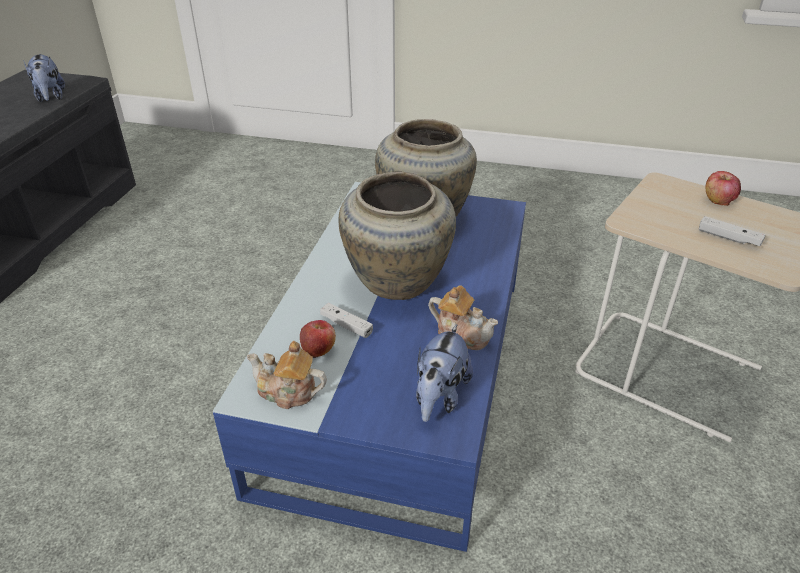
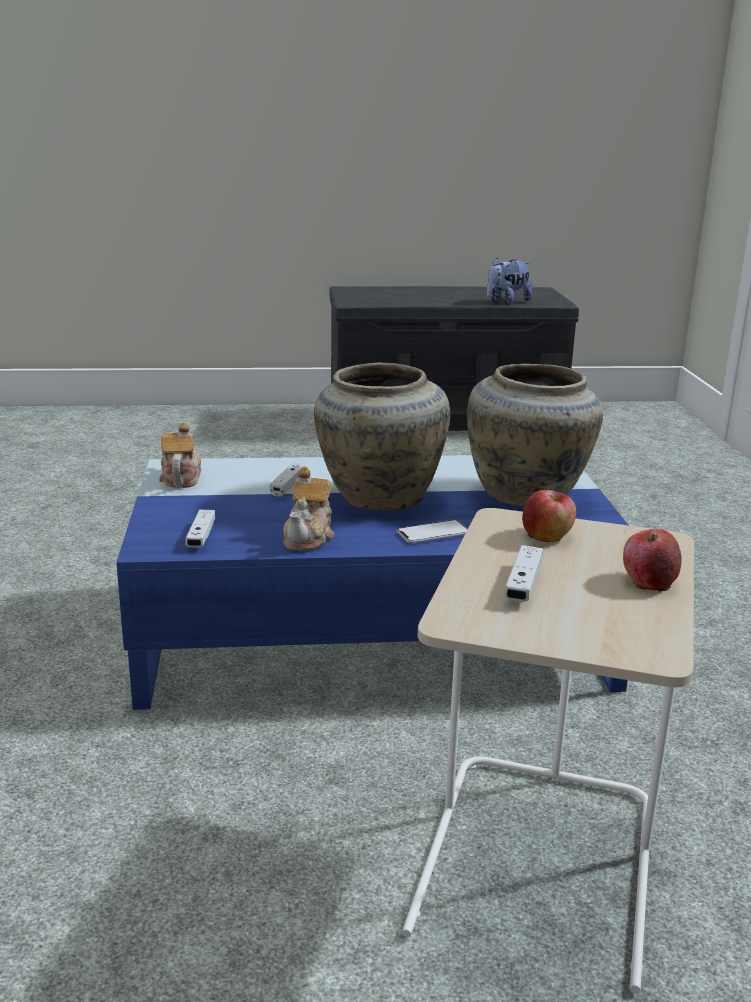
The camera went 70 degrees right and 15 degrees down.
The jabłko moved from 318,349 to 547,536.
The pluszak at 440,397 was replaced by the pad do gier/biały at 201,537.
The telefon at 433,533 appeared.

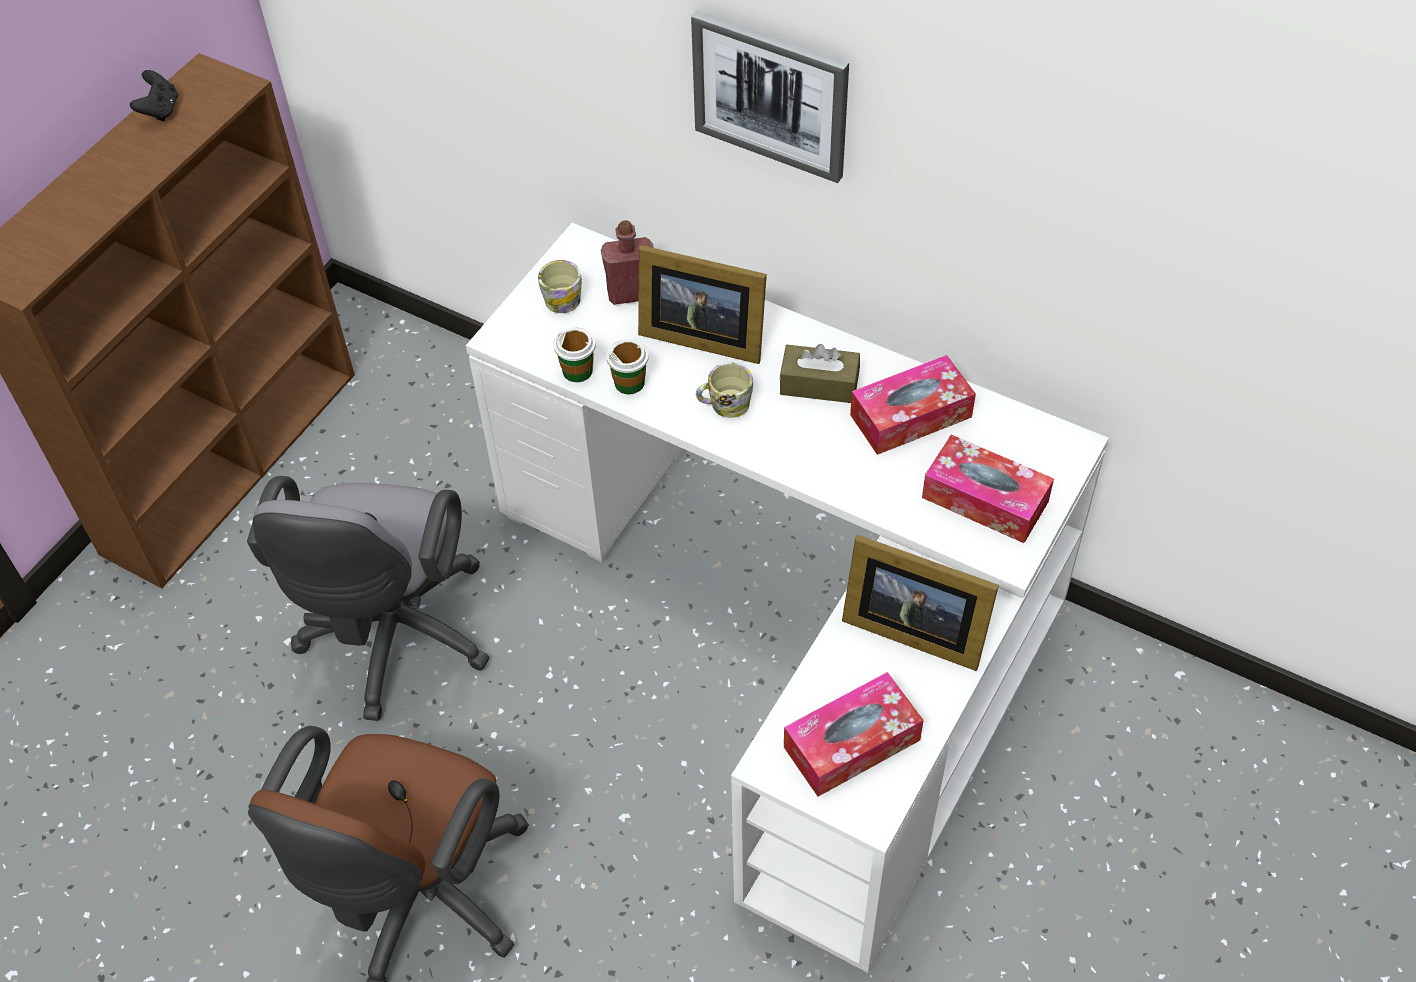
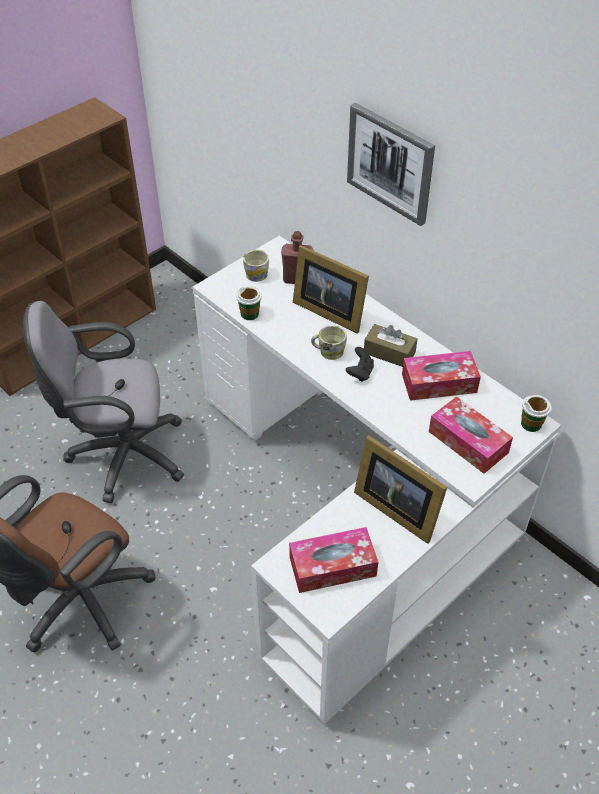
The camera went 15 degrees right and 5 degrees down.
The pad do gier/czarny moved from 160,110 to 360,373.
The filiżanka moved from 629,382 to 531,424.
The krzesło biurowe/szary at 393,641 turned 60 degrees clockwise.

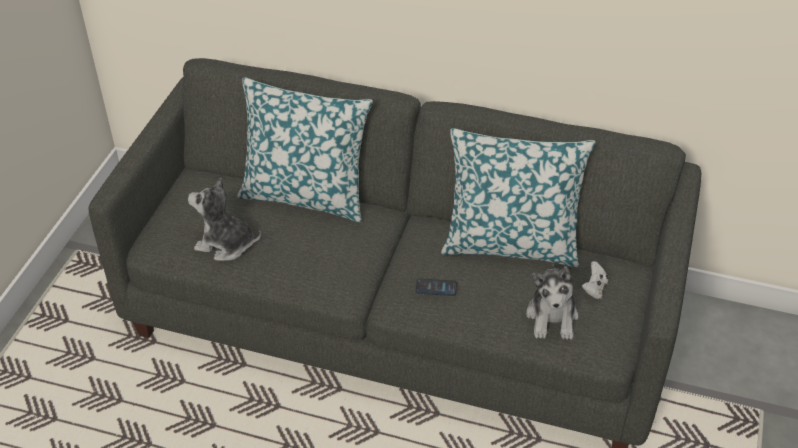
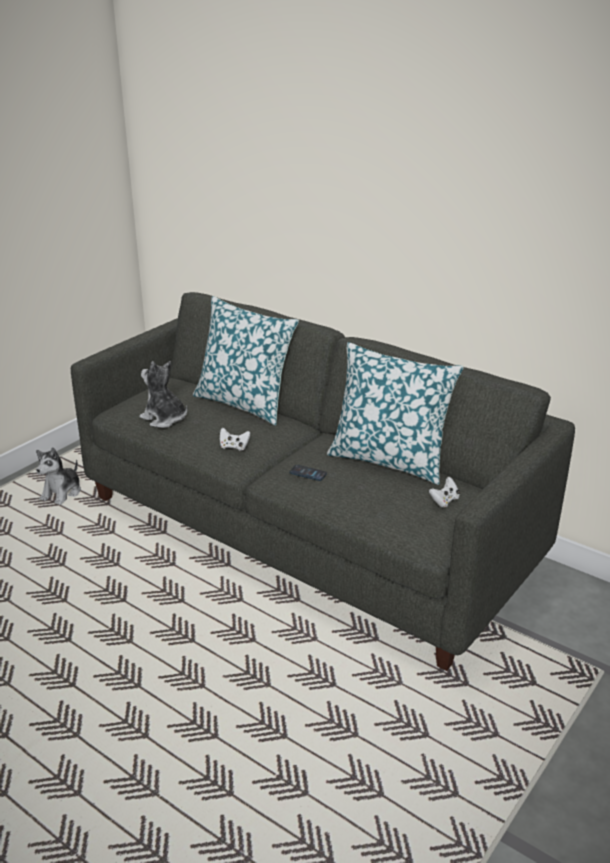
The camera went 20 degrees right and 15 degrees down.
The pluszak moved from 552,317 to 62,493.
The pad do gier/biały at 234,447 appeared.

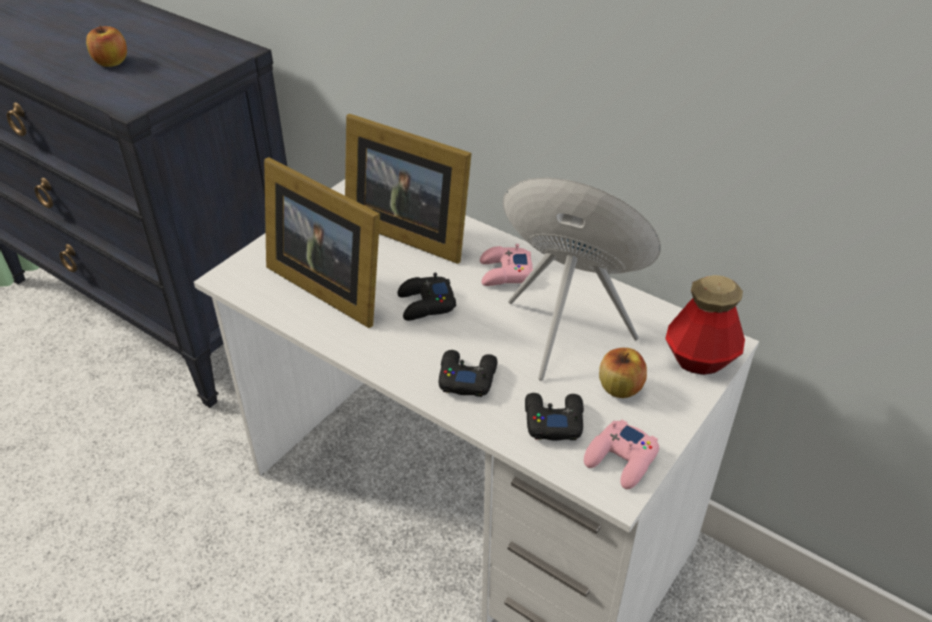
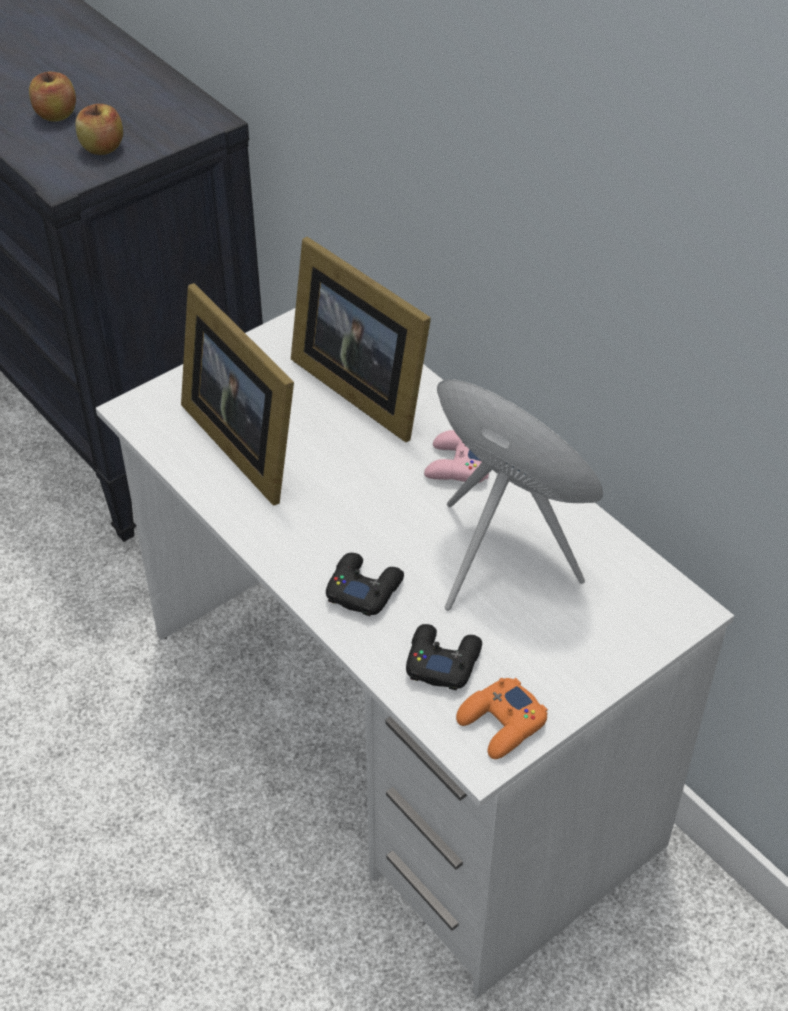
The camera went 15 degrees right and 5 degrees up.
The pad do gier/czarny at 425,304 disappeared.
The butelka at 699,360 disappeared.
The jabłko moved from 620,388 to 102,148.
The pad do gier/różowy at 621,460 became the pad do gier/pomarańczowy at 501,724.

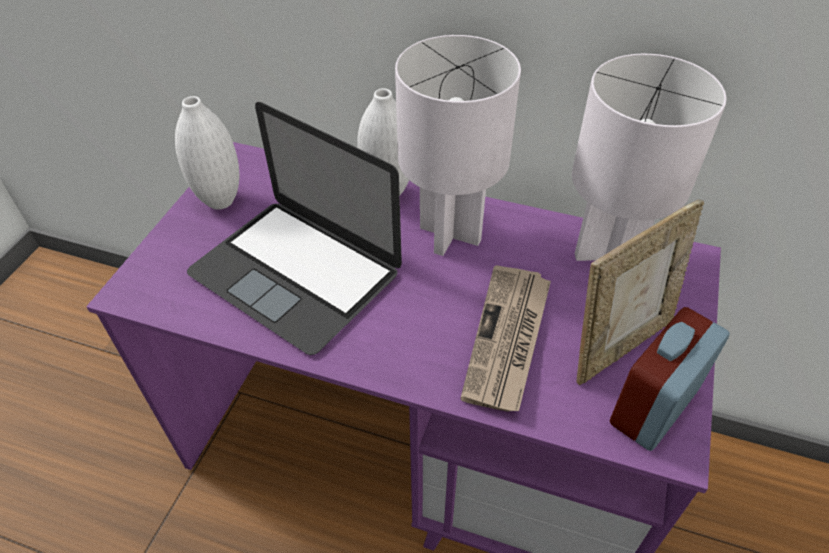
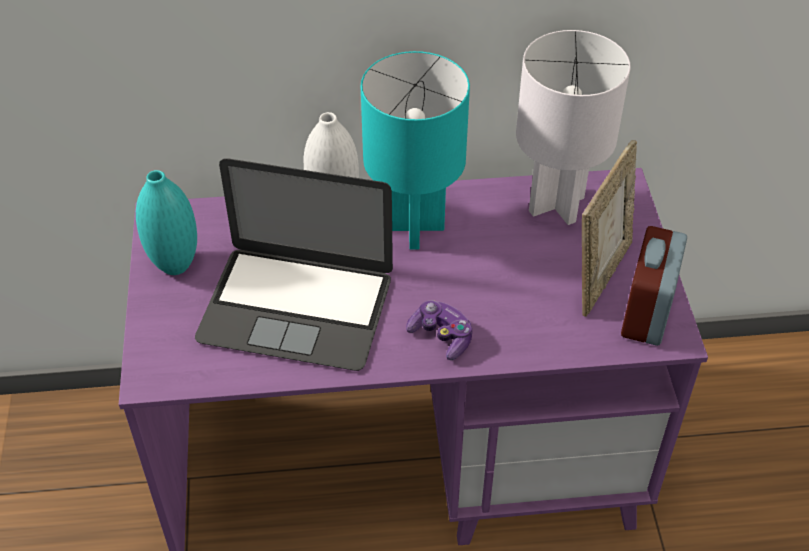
The camera went 25 degrees left and 0 degrees up.
The lampa stołowa/biały at 449,233 became the lampa stołowa/turkusowy at 413,226.
The wazon/biały at 220,201 became the wazon/turkusowy at 175,265.
The gazeta at 508,339 disappeared.
The pad do gier at 441,336 appeared.

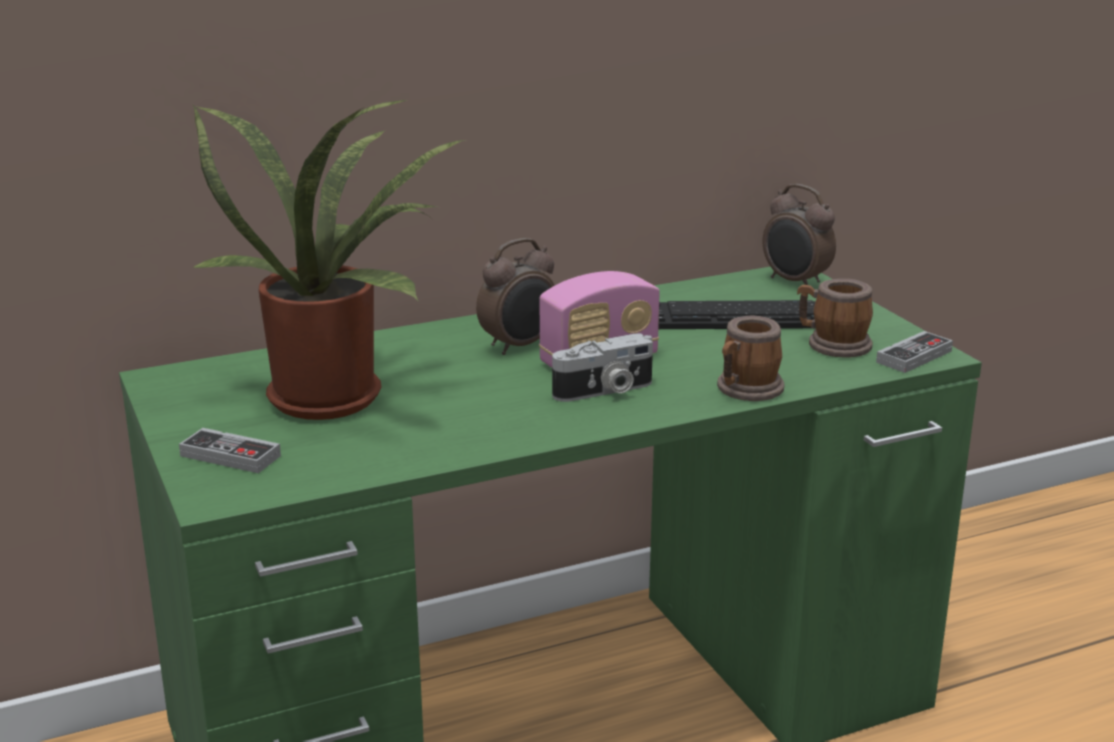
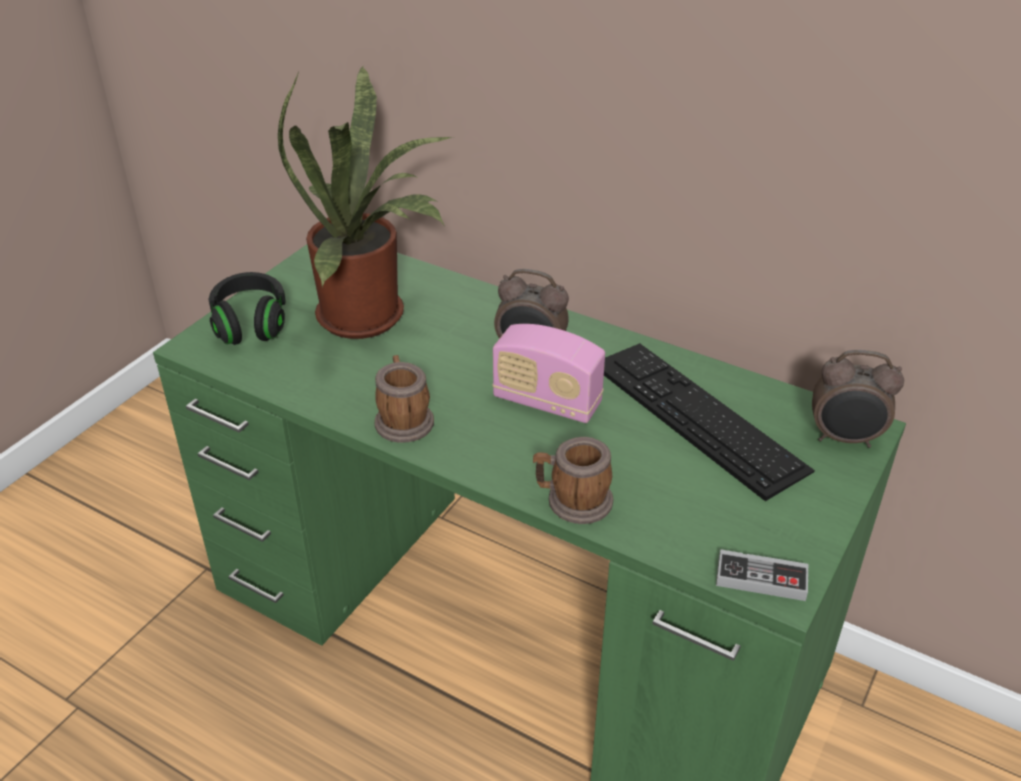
The camera went 55 degrees right and 15 degrees up.
The budzik at 795,282 turned 90 degrees counterclockwise.
The kubek moved from 832,345 to 403,419.
The aparat fotograficzny at 605,391 disappeared.
The pad do gier at 230,456 was replaced by the słuchawki/czarny at 250,323.

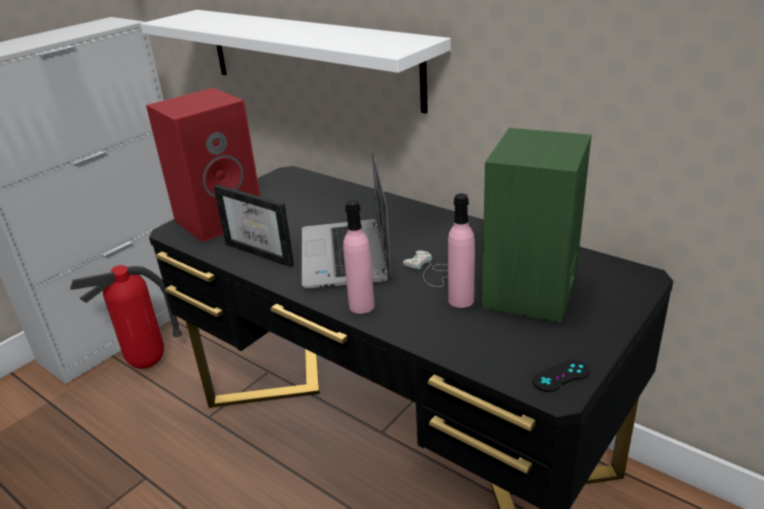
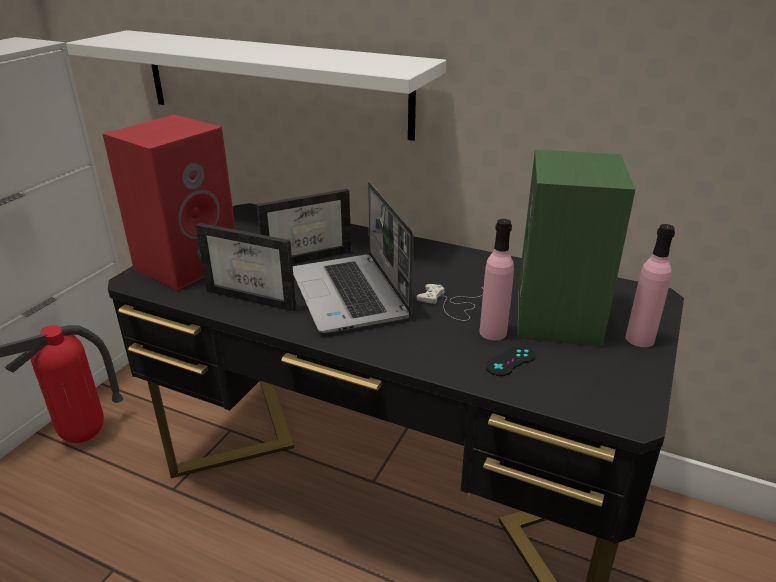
The camera went 15 degrees left and 0 degrees up.
The butelka/różowy moved from 361,306 to 639,339.
The pad do gier/czarny moved from 561,376 to 510,361.
The ramka na zdjęcie at 307,255 appeared.

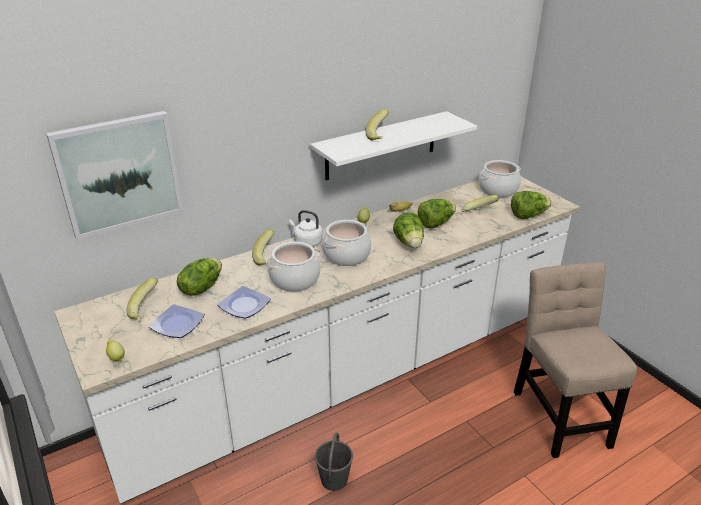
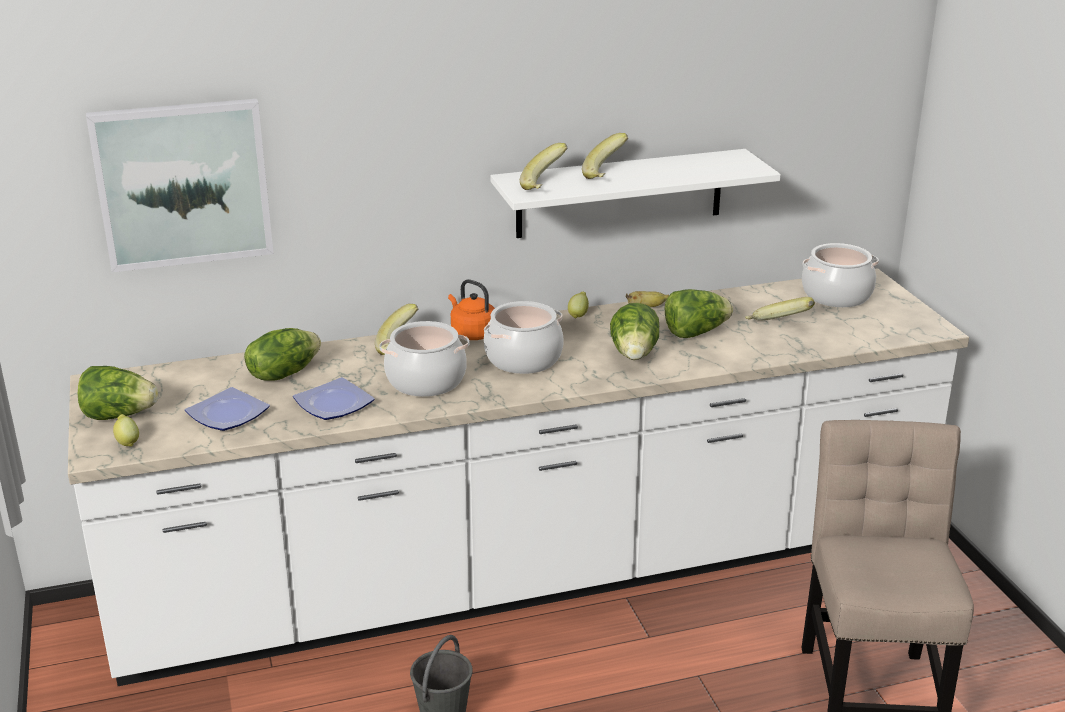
The camera went 15 degrees right and 5 degrees down.
The sałata moved from 528,215 to 119,415.
The czajnik/biały at 307,242 became the czajnik/pomarańczowy at 472,333.
The banan moved from 146,310 to 546,185.

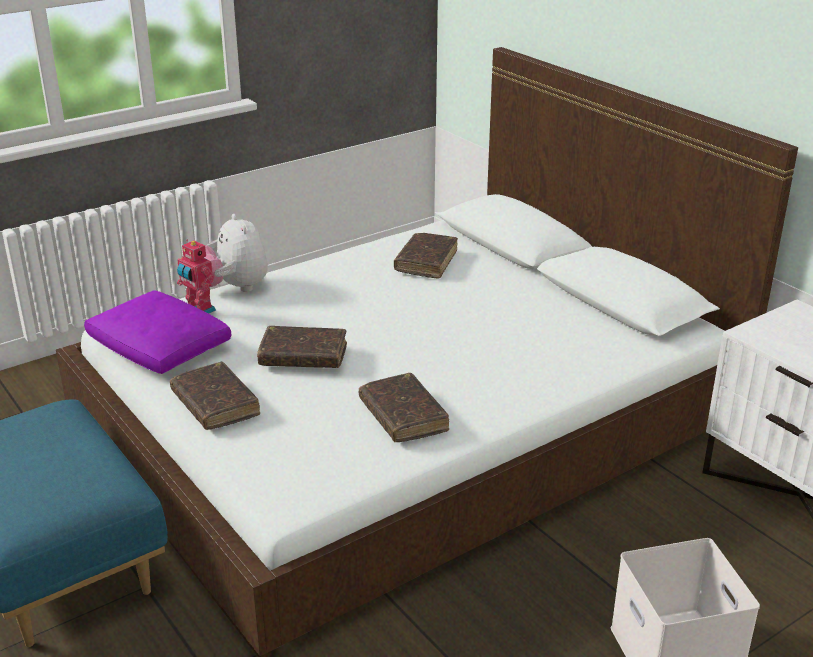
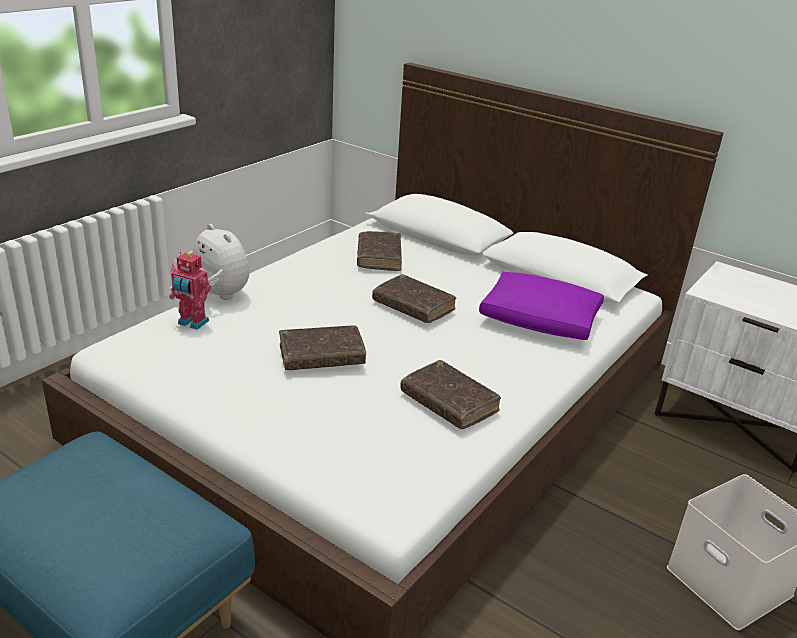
The camera went 20 degrees left and 0 degrees up.
The poduszka/fioletowy moved from 161,348 to 540,320.
The książka/brązowy moved from 215,405 to 413,306.

